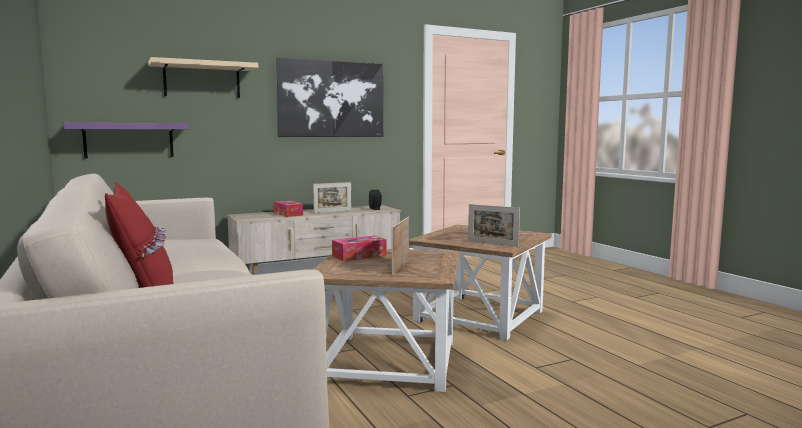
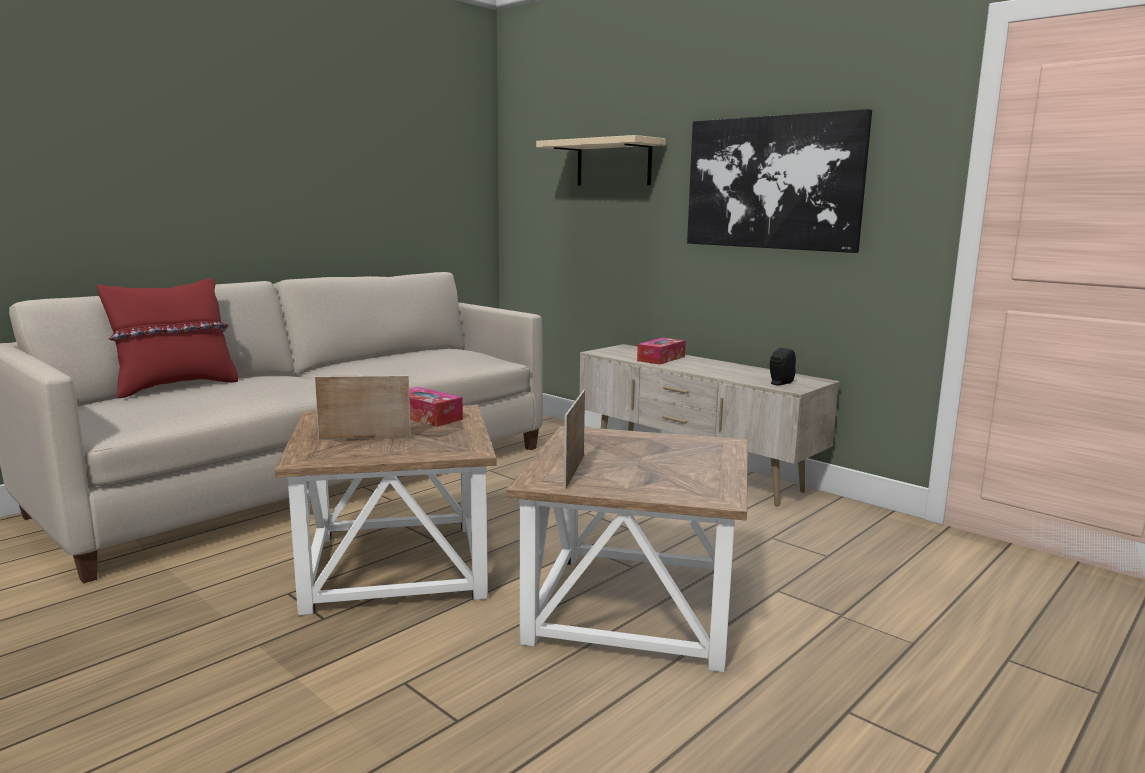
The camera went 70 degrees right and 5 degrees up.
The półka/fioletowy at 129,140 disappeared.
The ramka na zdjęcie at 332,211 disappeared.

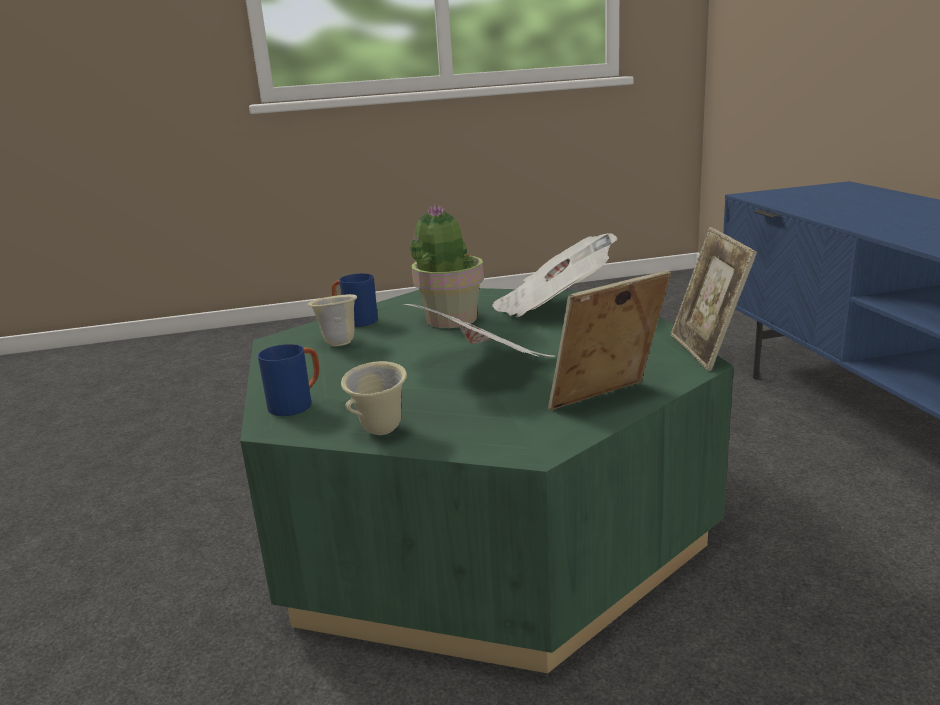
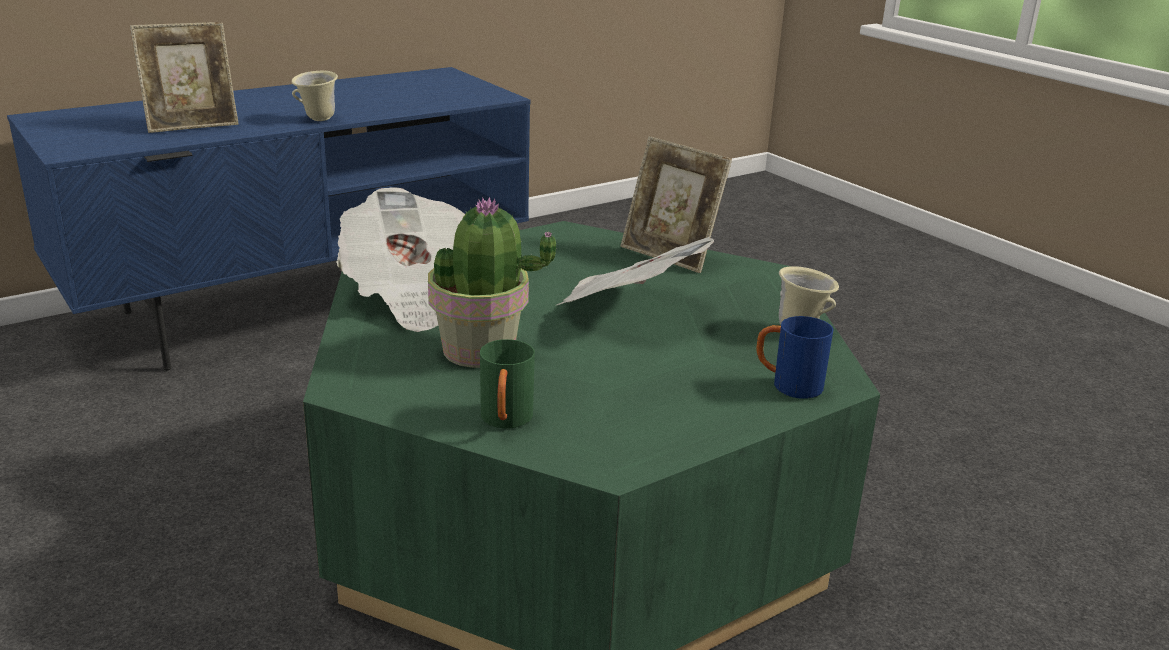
The camera went 115 degrees left and 5 degrees up.
The ramka na zdjęcie moved from 707,351 to 192,125.
The kubek/niebieski at 355,321 became the kubek/zielony at 505,422.
The kubek/beżowy moved from 338,343 to 317,120.

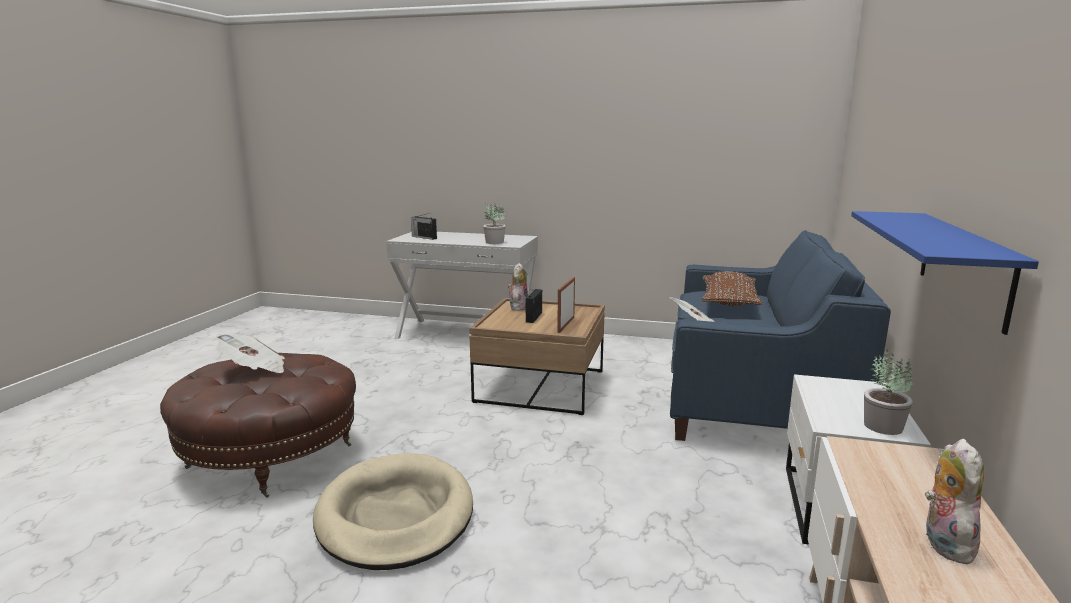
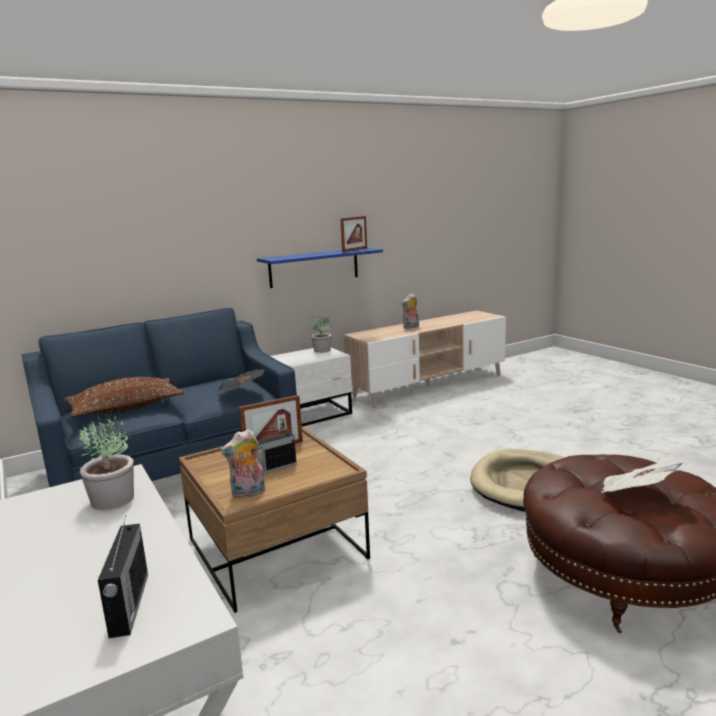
The camera went 135 degrees left and 0 degrees up.
The ramka na zdjęcie at 354,250 appeared.

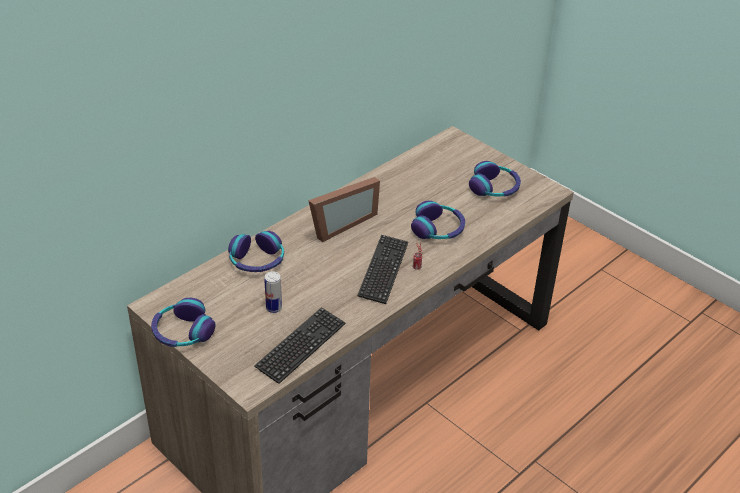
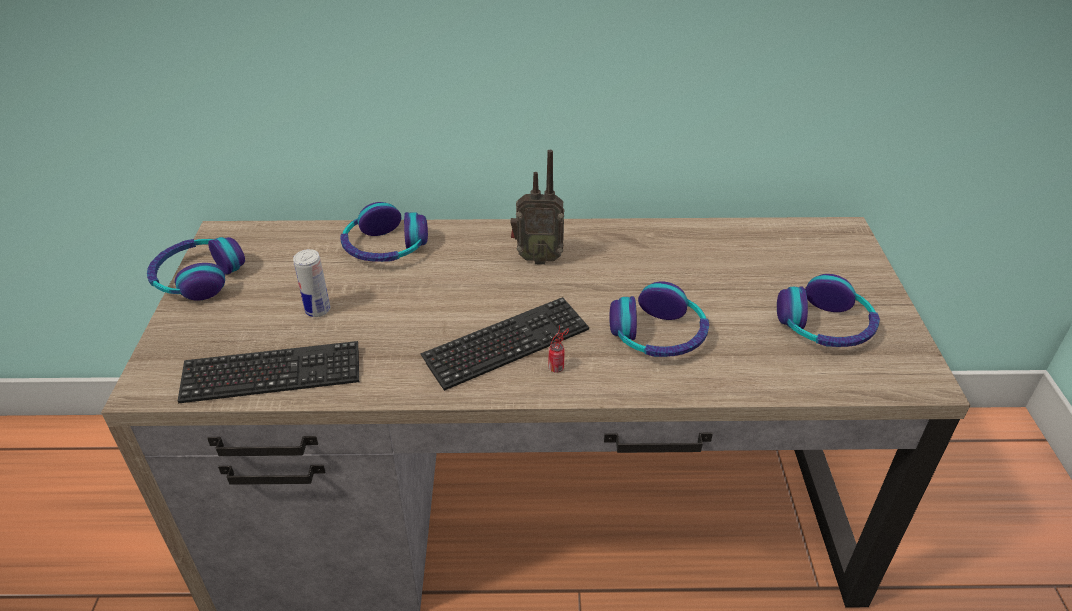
The camera went 45 degrees right and 0 degrees up.
The ramka na zdjęcie at 339,223 was replaced by the radio at 537,258.

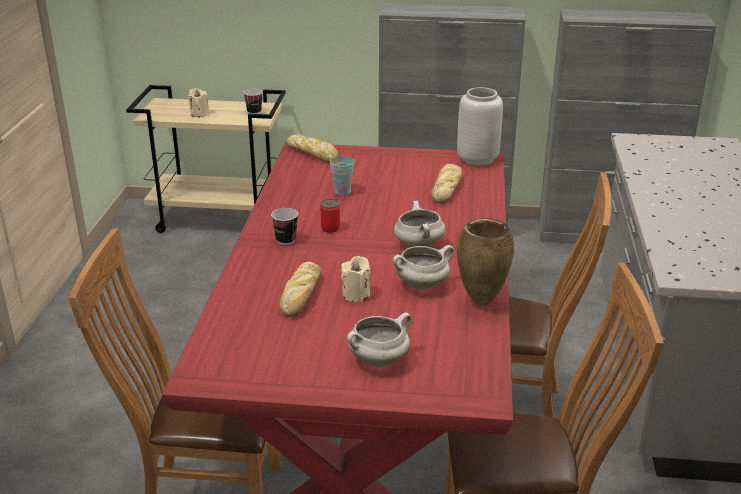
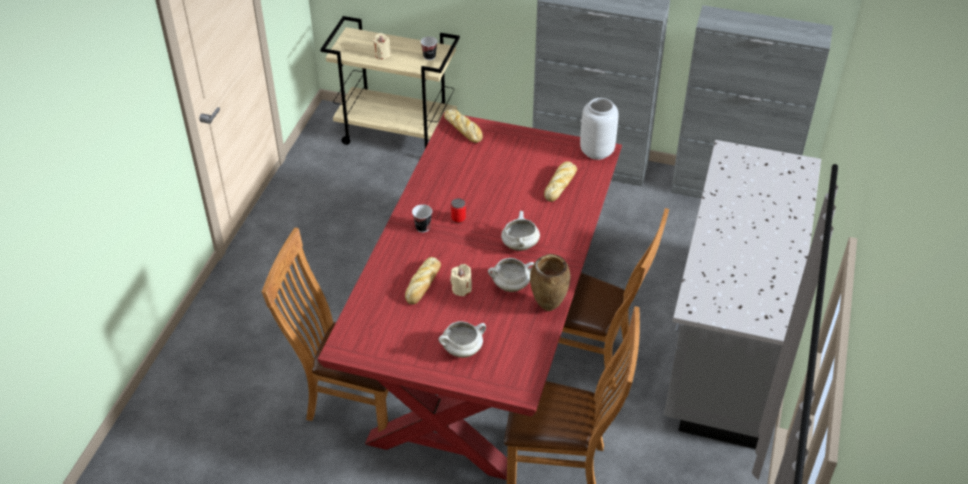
The camera went 10 degrees right and 15 degrees up.
The filiżanka at 342,192 disappeared.

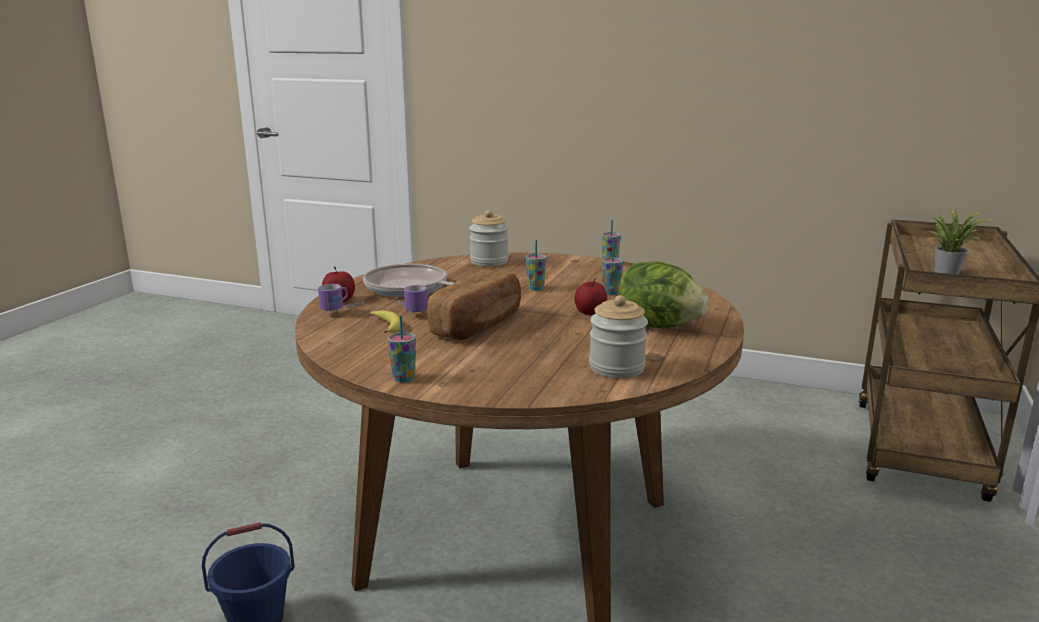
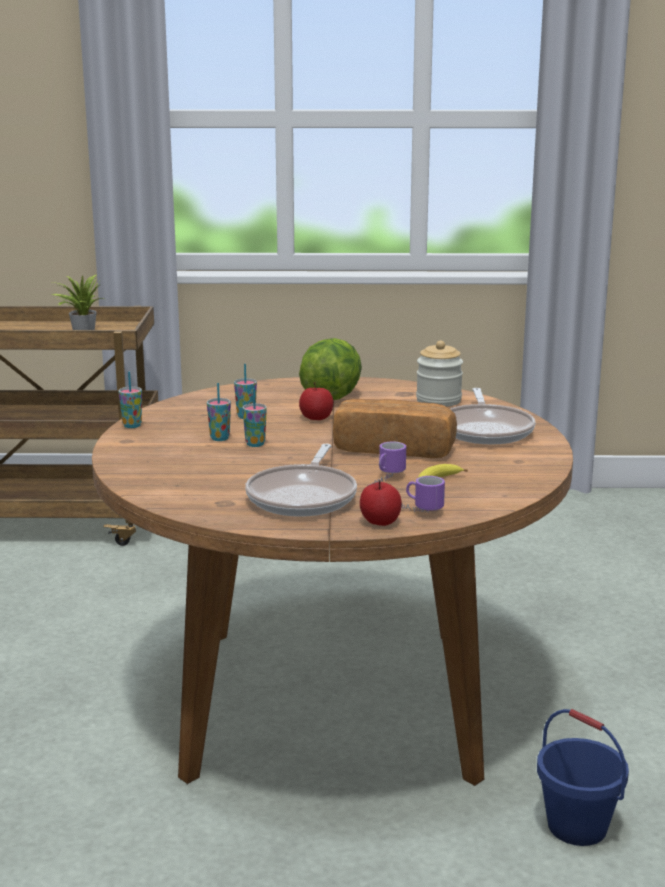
The camera went 110 degrees left and 0 degrees up.
The słoik at 489,261 disappeared.
The filiżanka moved from 404,378 to 219,438.
The patelnia at 486,430 appeared.

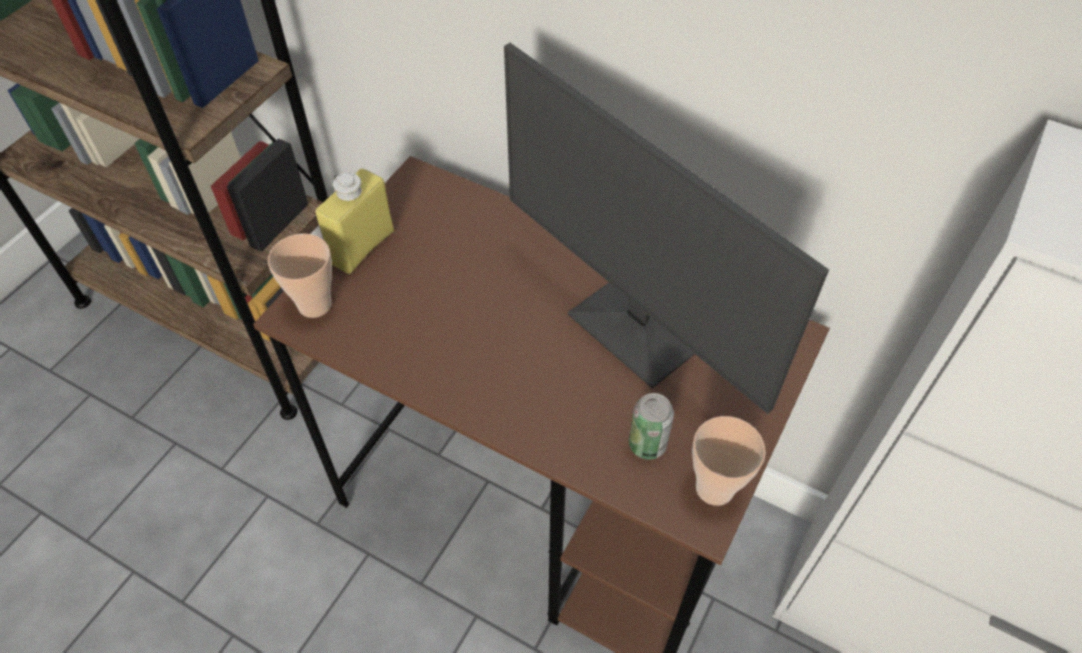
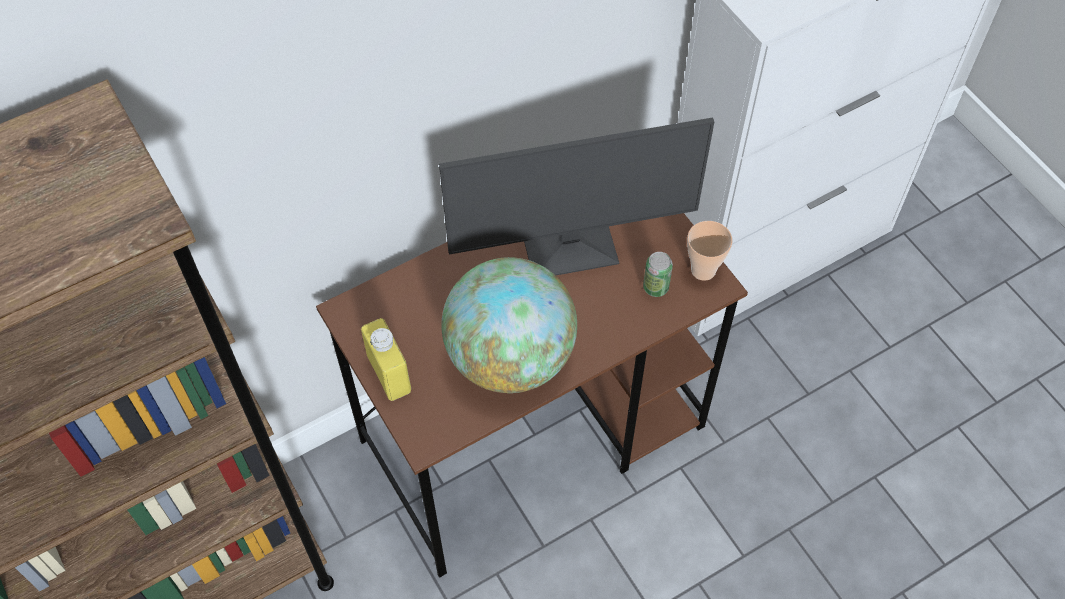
The camera went 60 degrees left and 5 degrees up.
The filiżanka at 315,305 disappeared.
The globus at 510,357 appeared.

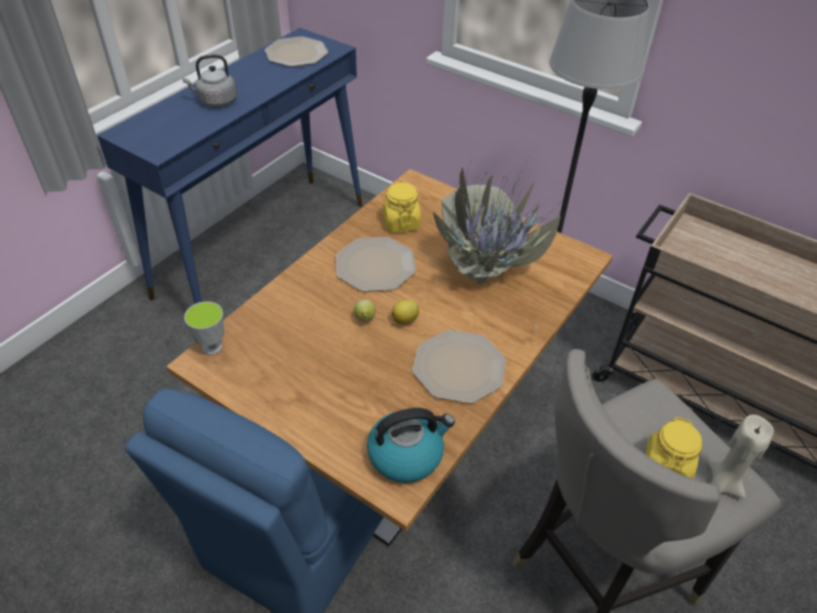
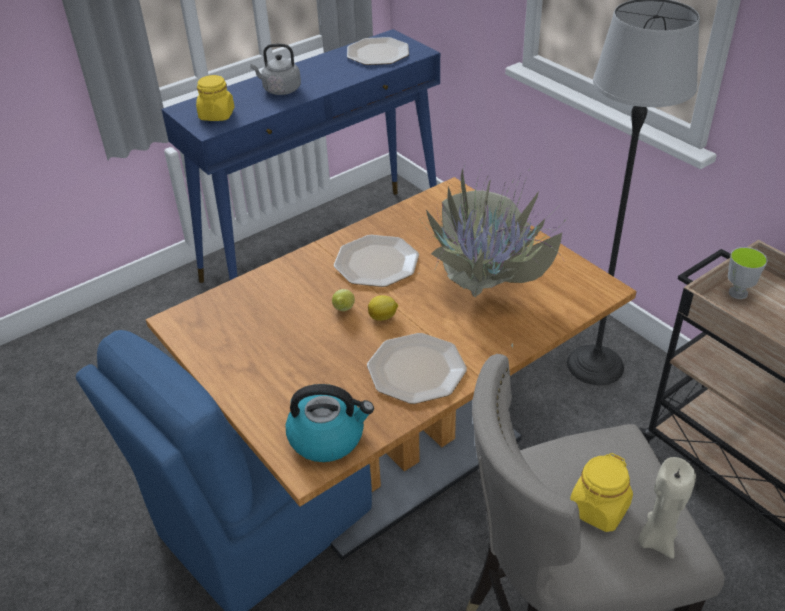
The camera went 20 degrees right and 5 degrees down.
The słoik/żółty moved from 401,223 to 217,115.
The filiżanka moved from 212,347 to 738,293.

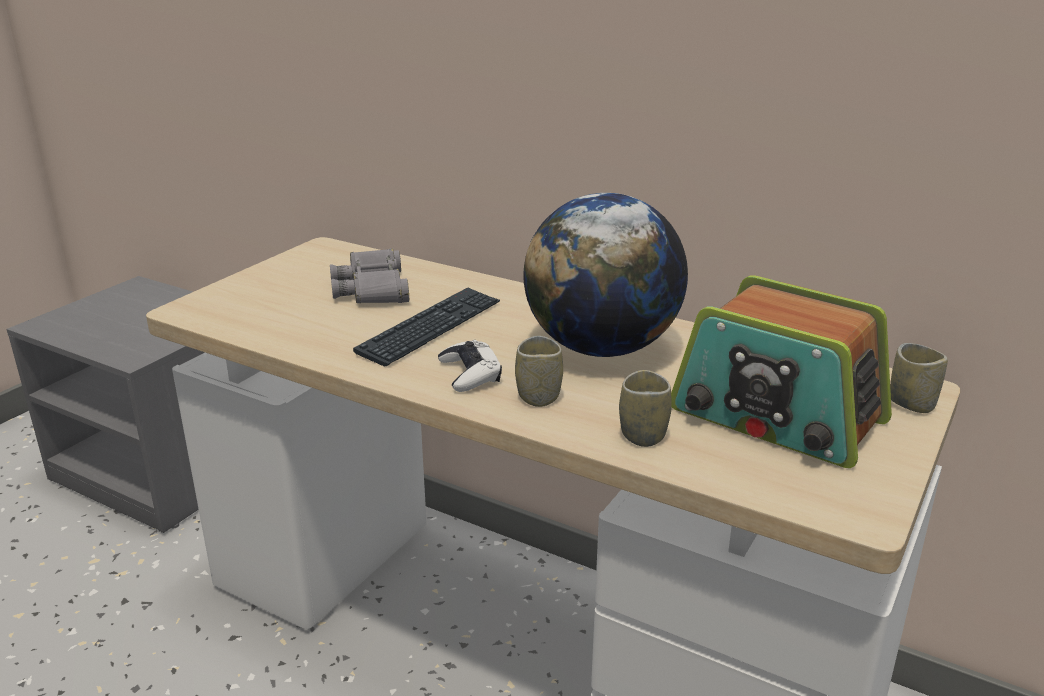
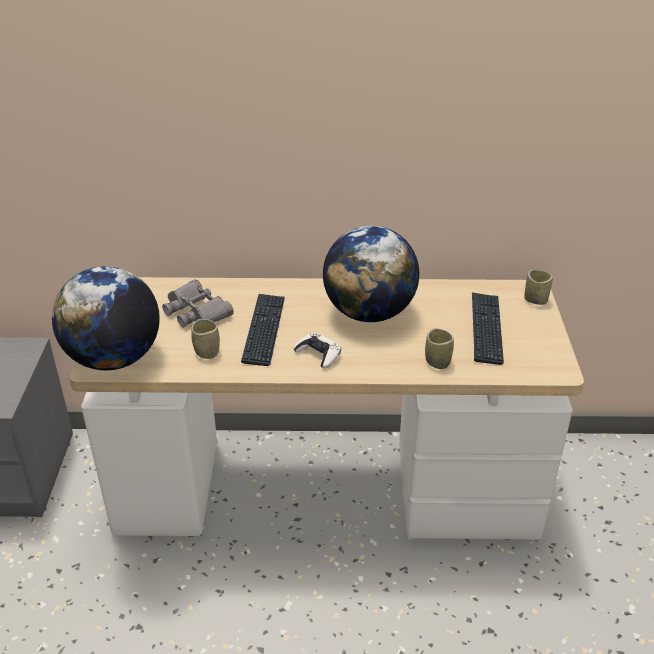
The camera went 30 degrees left and 10 degrees up.
The radio at 776,417 was replaced by the klawiatura at 486,328.
The filiżanka moved from 538,396 to 207,352.
The globus at 114,359 appeared.

